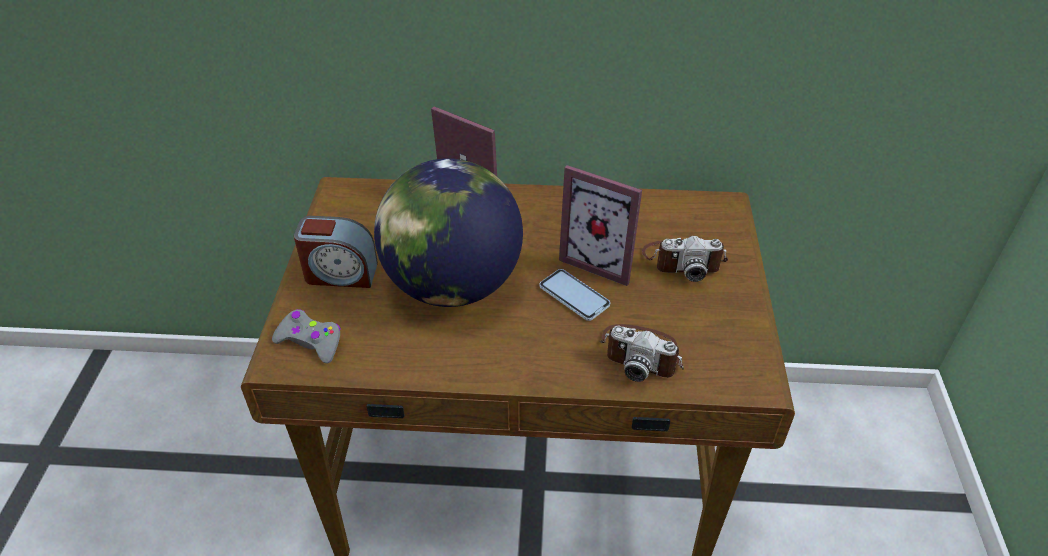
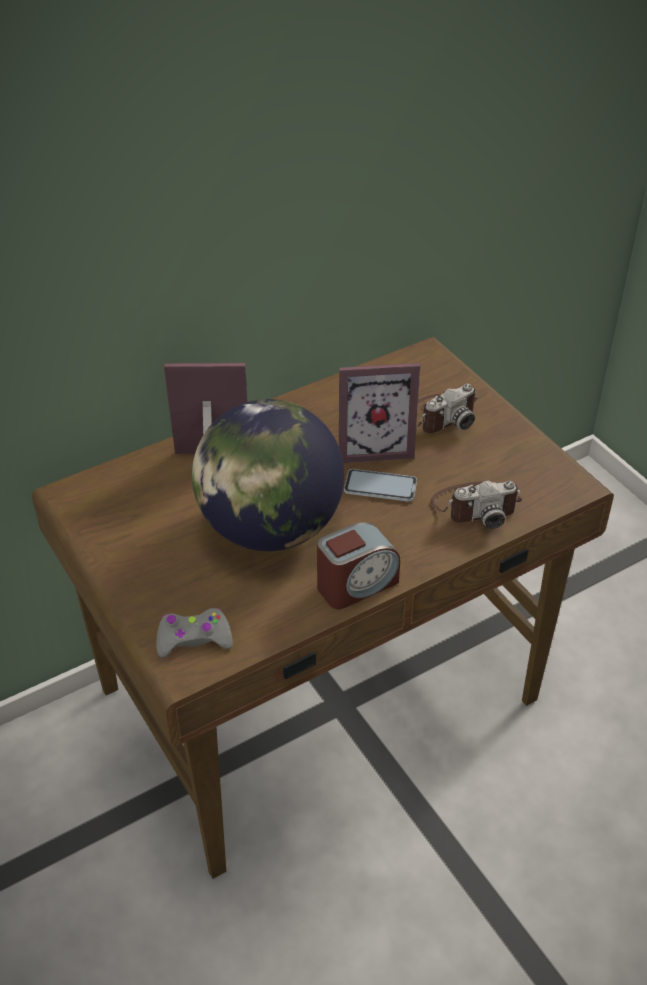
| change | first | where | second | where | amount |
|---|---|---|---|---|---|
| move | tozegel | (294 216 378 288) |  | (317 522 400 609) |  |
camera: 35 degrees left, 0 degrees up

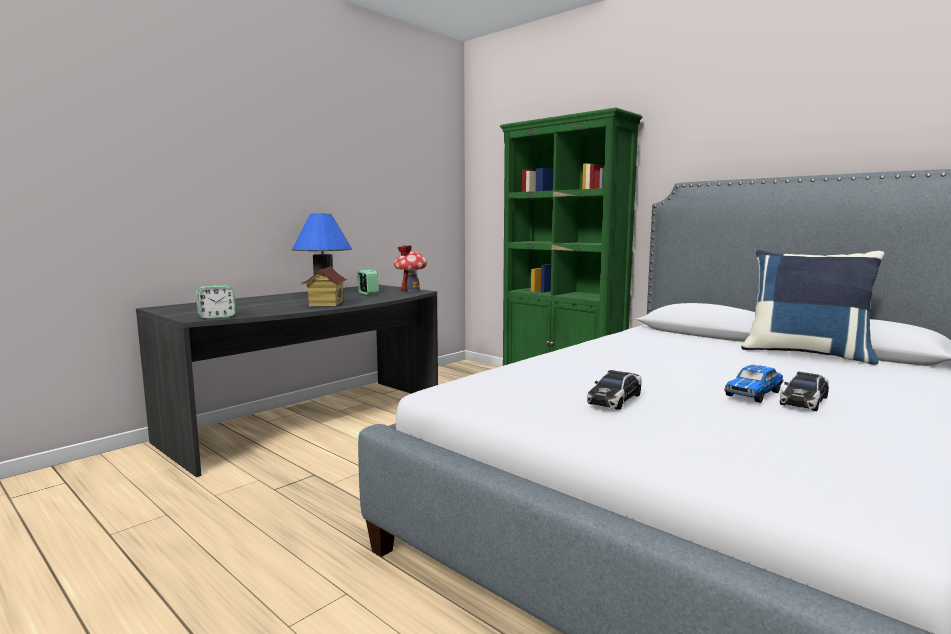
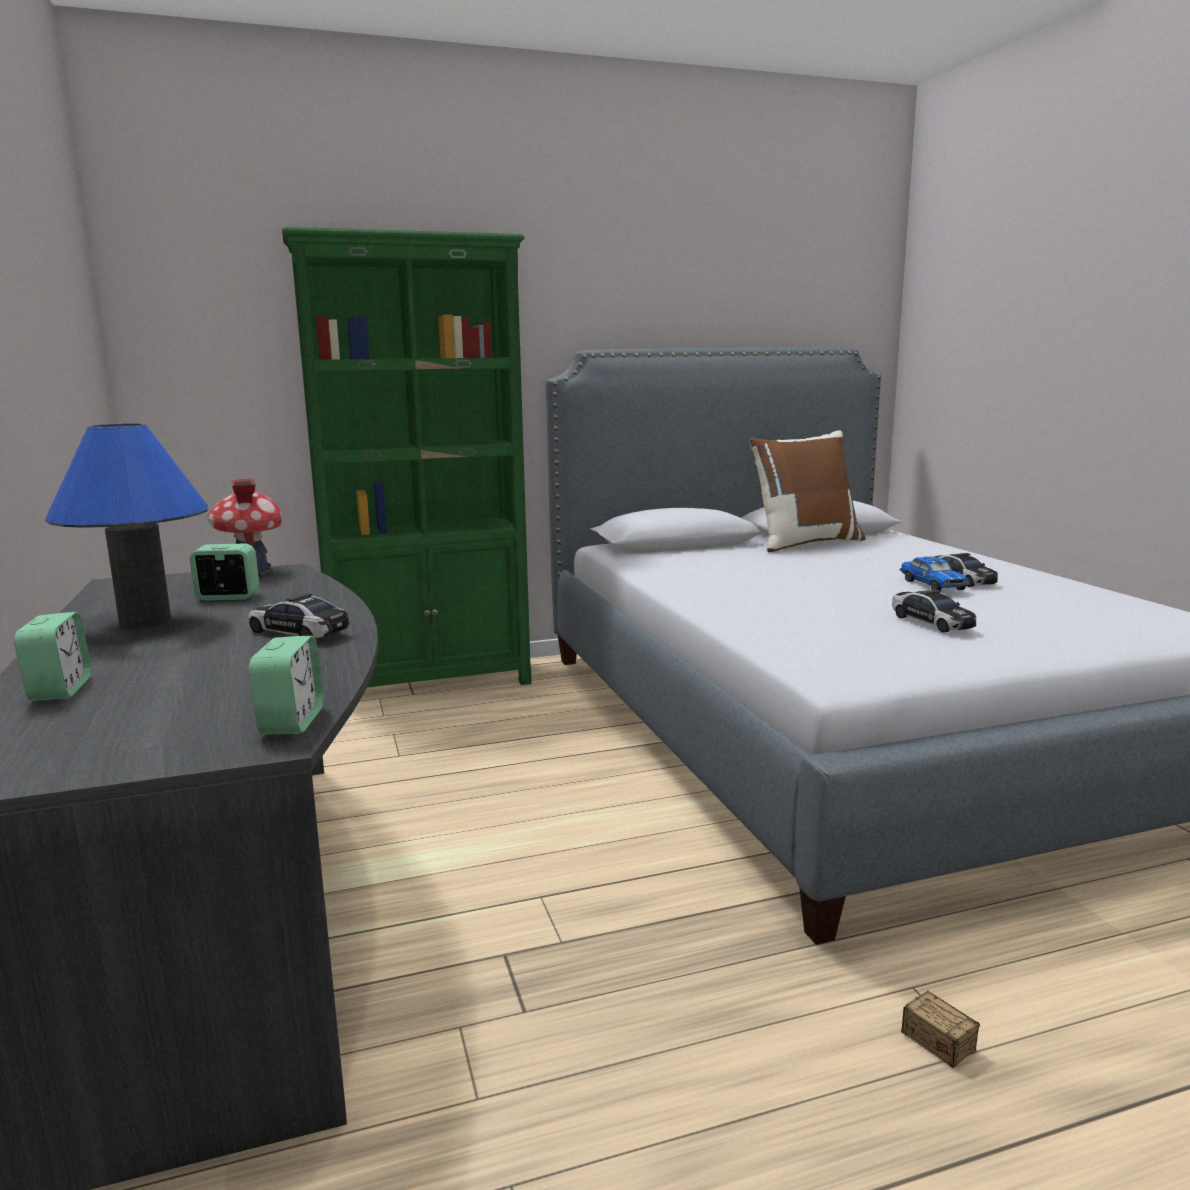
| change | first | where | second | where | amount |
|---|---|---|---|---|---|
| insert |  |  | tozegel | (14 612 91 701) |  |
| replace | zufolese | (299 267 348 306) | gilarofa | (248 593 350 638) |  |
| recolor | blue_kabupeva | (741 250 884 365) | brown_kabupeva | (749 430 866 553) |  |
| insert |  |  | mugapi | (846 902 980 1068) |  |
camera: 60 degrees left, 5 degrees up

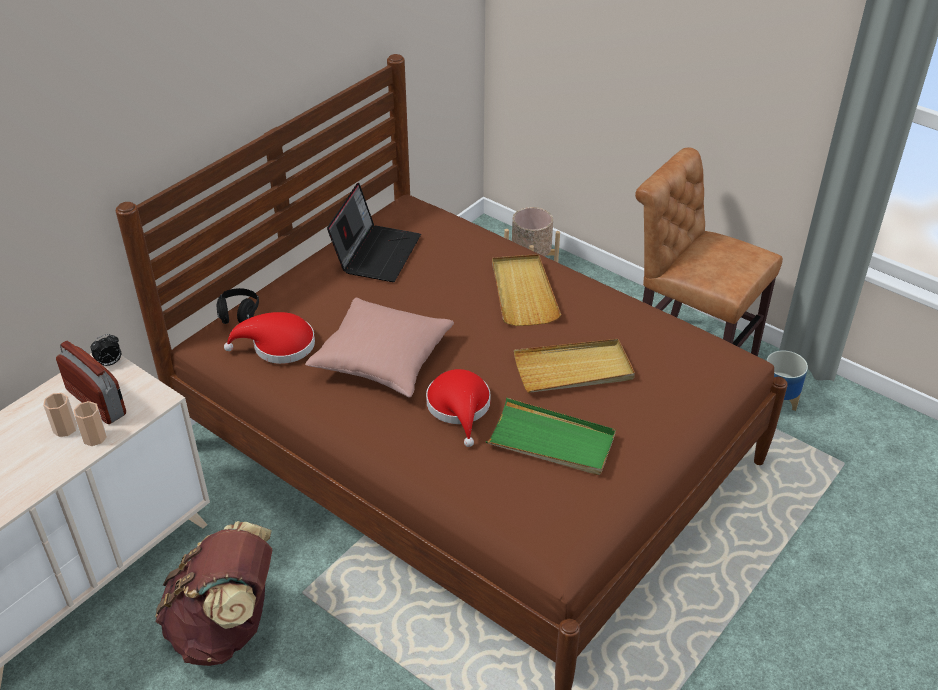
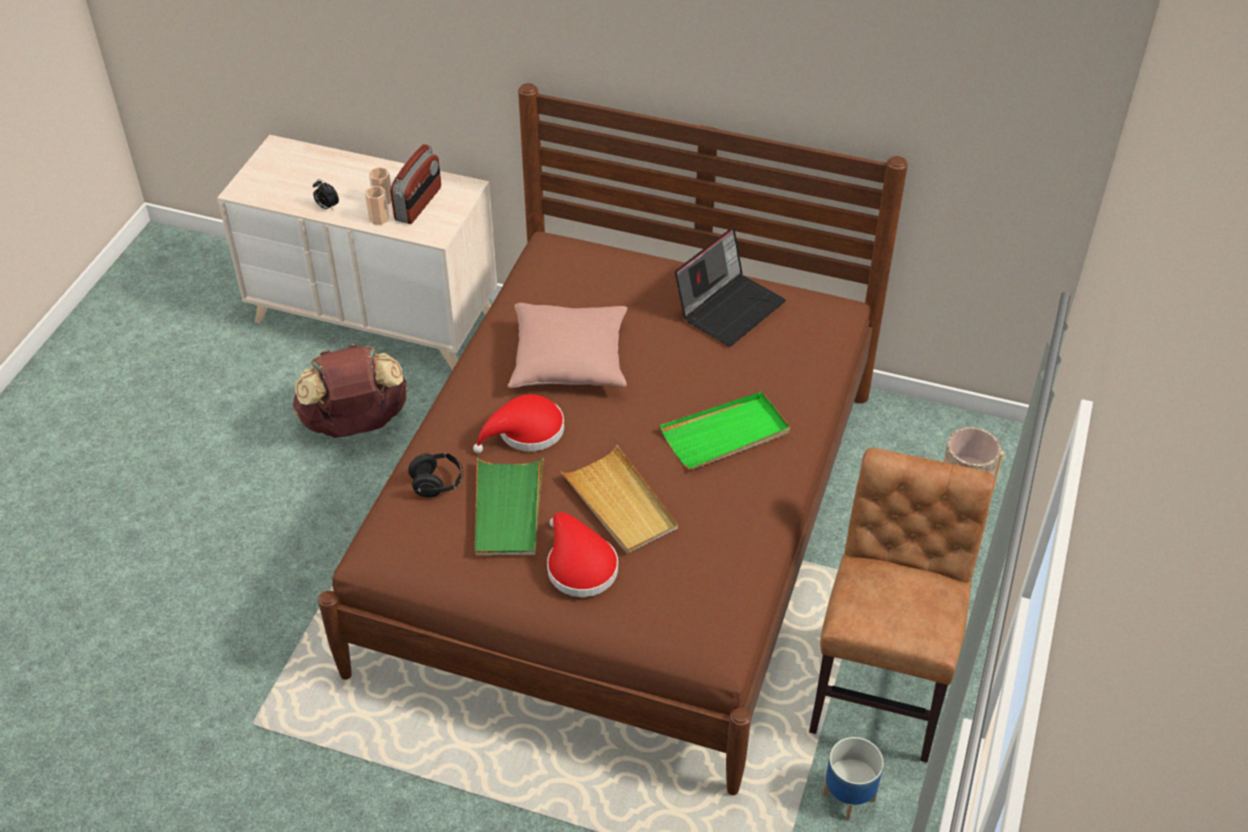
| change | first | where | second | where | amount |
|---|---|---|---|---|---|
| move | tozegel | (91 334 121 366) |  | (313 179 339 210) |  |
| move | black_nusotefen | (217 288 259 324) |  | (408 453 463 497) |  |
| move | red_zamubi | (224 312 315 364) |  | (547 512 618 597) |  |
| recolor | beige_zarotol | (492 254 561 326) | green_zarotol | (660 391 790 470) |  |
| rotate | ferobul | (327 182 421 282) |  | (675 227 786 347) | 45 degrees counterclockwise |
camera: 70 degrees right, 5 degrees up

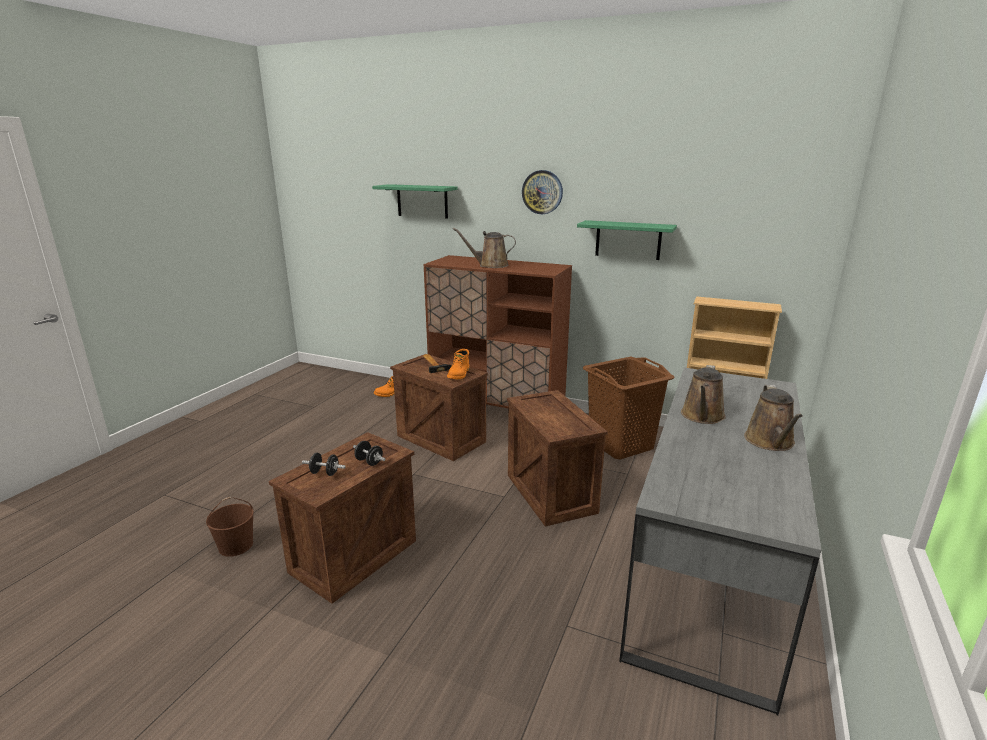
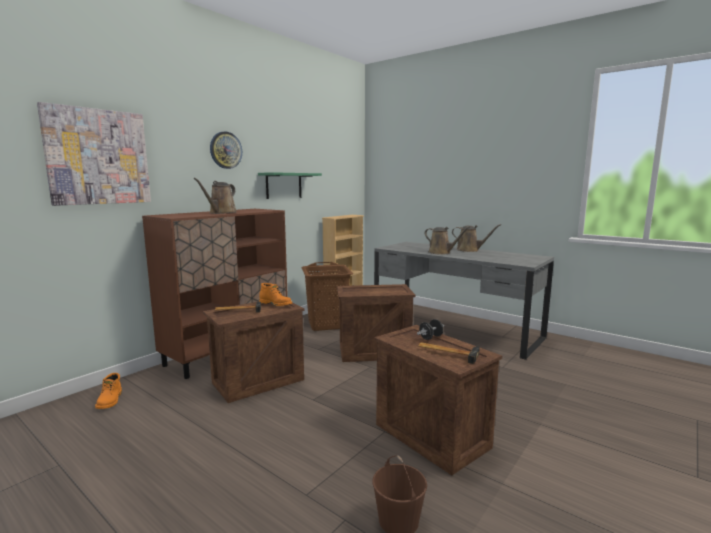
| change | first | where | second | where | amount |
|---|---|---|---|---|---|
| replace | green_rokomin | (372 184 458 219) | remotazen | (37 102 151 206) |  |
| replace | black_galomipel | (302 453 346 476) | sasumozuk | (418 342 479 364) |  |
camera: 75 degrees left, 10 degrees down

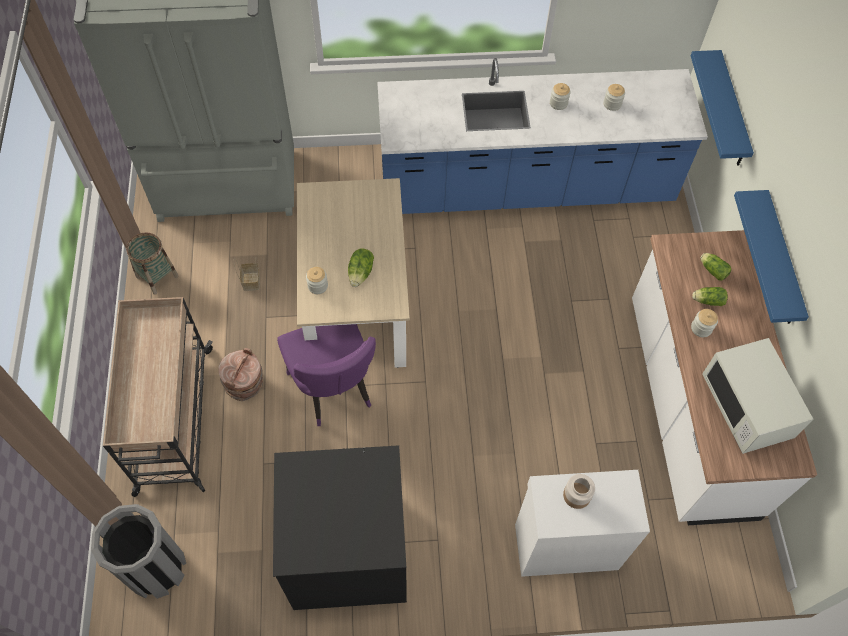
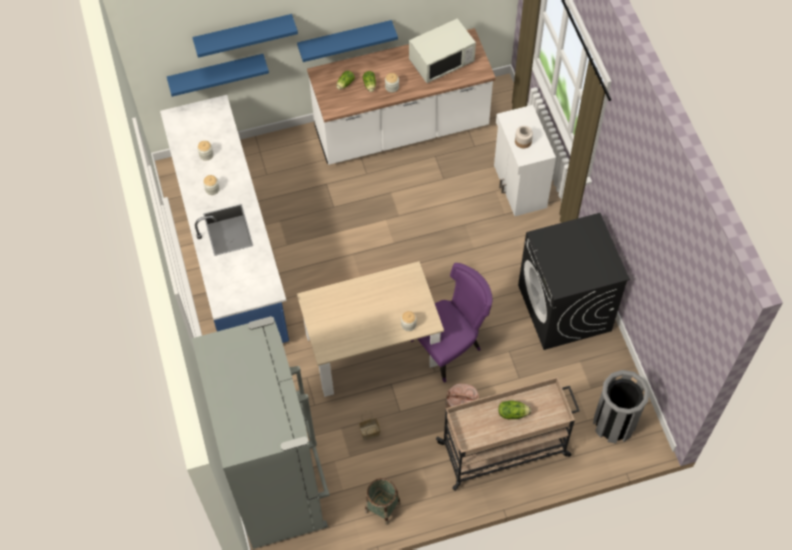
| change | first | where | second | where | amount |
|---|---|---|---|---|---|
| insert |  |  | blue_rokomin | (192 14 298 58) |  |
| move | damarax | (348 248 374 287) |  | (498 400 531 419) |  |
camera: 100 degrees left, 0 degrees up

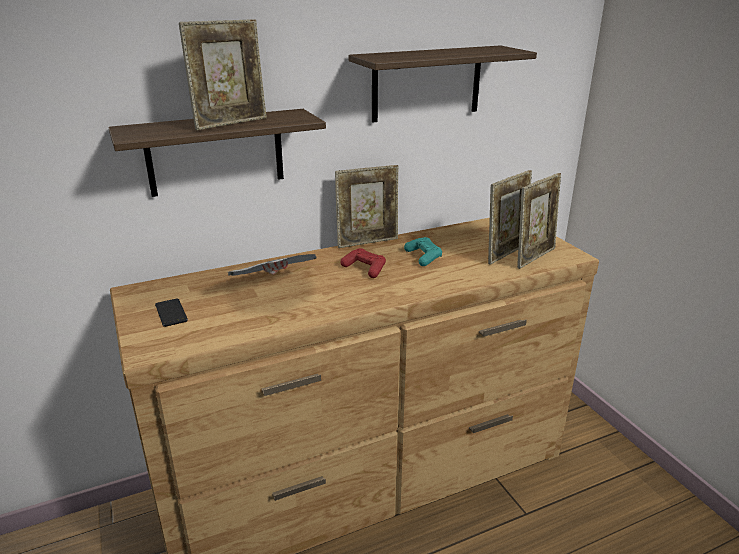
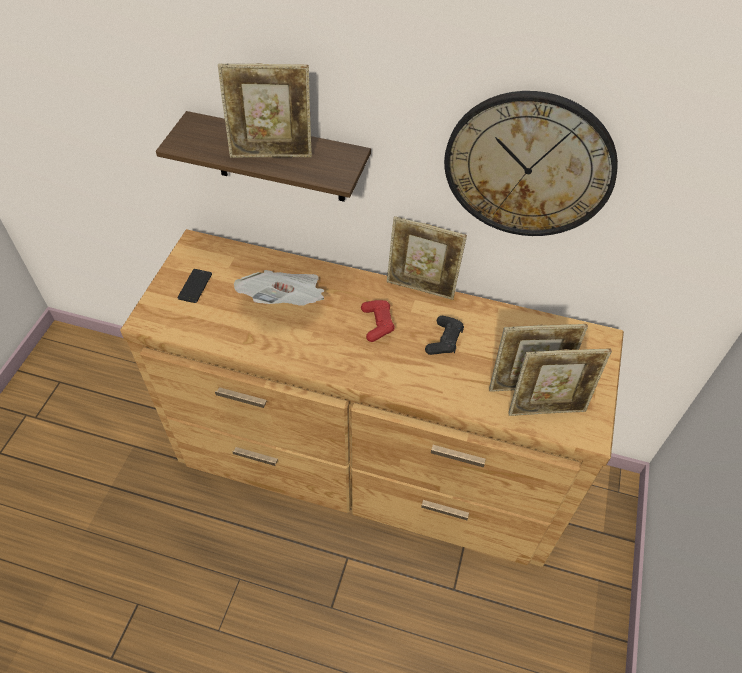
| change | first | where | second | where | amount |
|---|---|---|---|---|---|
| recolor | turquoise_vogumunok | (404 237 442 266) | black_vogumunok | (425 316 464 355) |  |
| replace | rokomin | (349 45 537 122) | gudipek | (444 91 618 236) |  |
camera: 40 degrees right, 25 degrees up

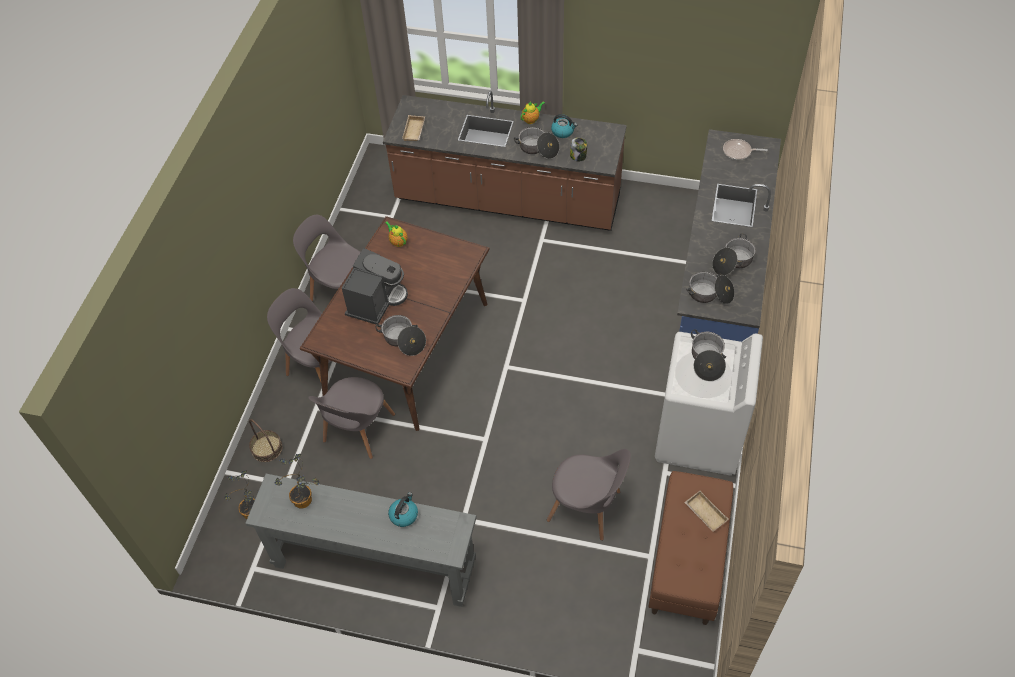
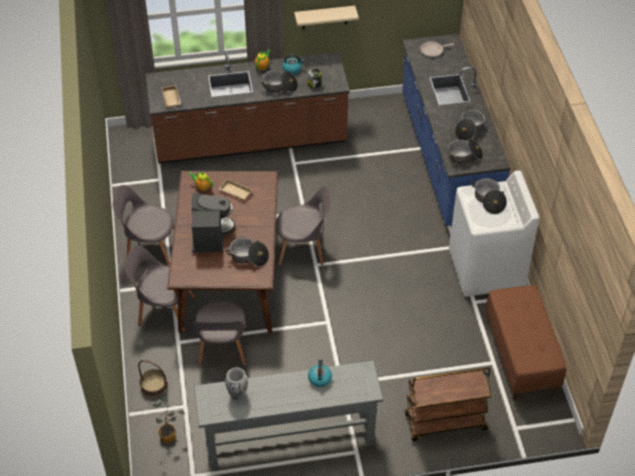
| change | first | where | second | where | amount |
|---|---|---|---|---|---|
| move | beige_zarotol | (684 491 729 531) |  | (219 179 252 201) |  |
| replace | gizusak | (275 454 319 509) | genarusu | (225 367 248 400) |  |
| move | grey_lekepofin | (547 449 631 541) |  | (276 186 331 266) |  |
| insert |  |  | beige_rokomin | (294 6 359 29) |  |
| insert |  |  | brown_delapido | (404 368 492 441) |  |
camera: 25 degrees left, 5 degrees down

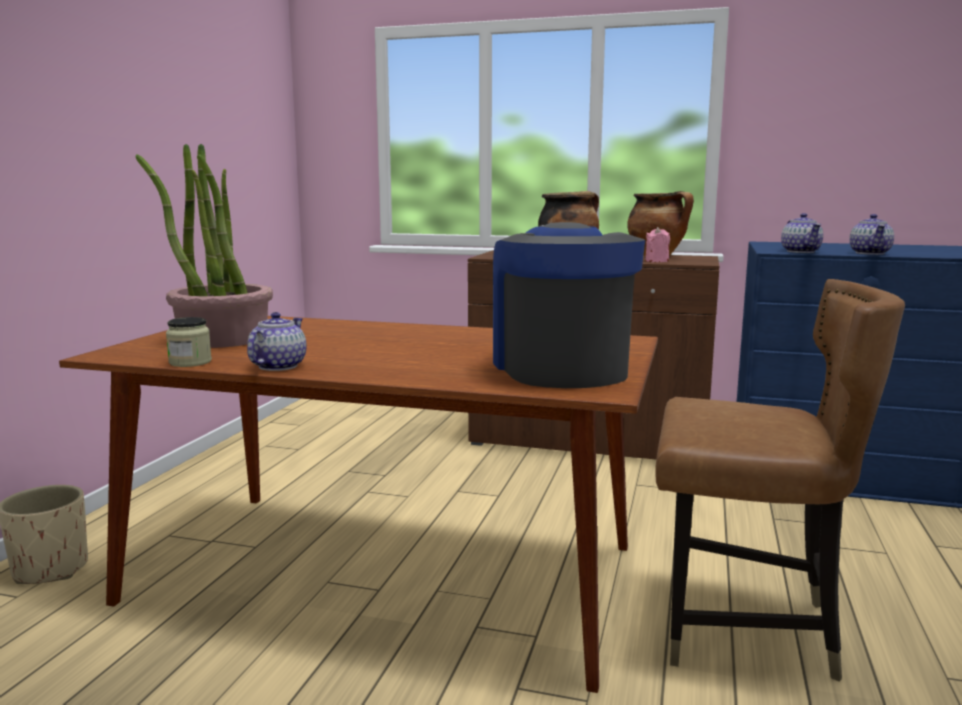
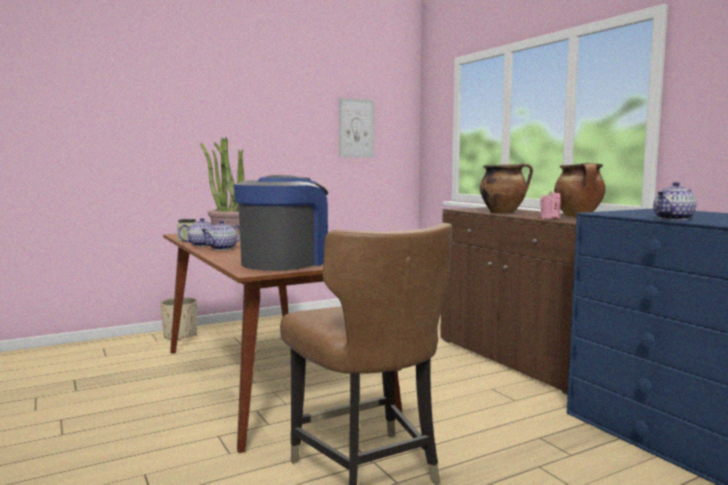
| change | first | where | second | where | amount |
|---|---|---|---|---|---|
| move | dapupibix | (781 213 823 253) |  | (200 220 240 250) |  |
| insert |  |  | remotazen | (339 98 374 158) |  |
camera: 45 degrees right, 5 degrees down

